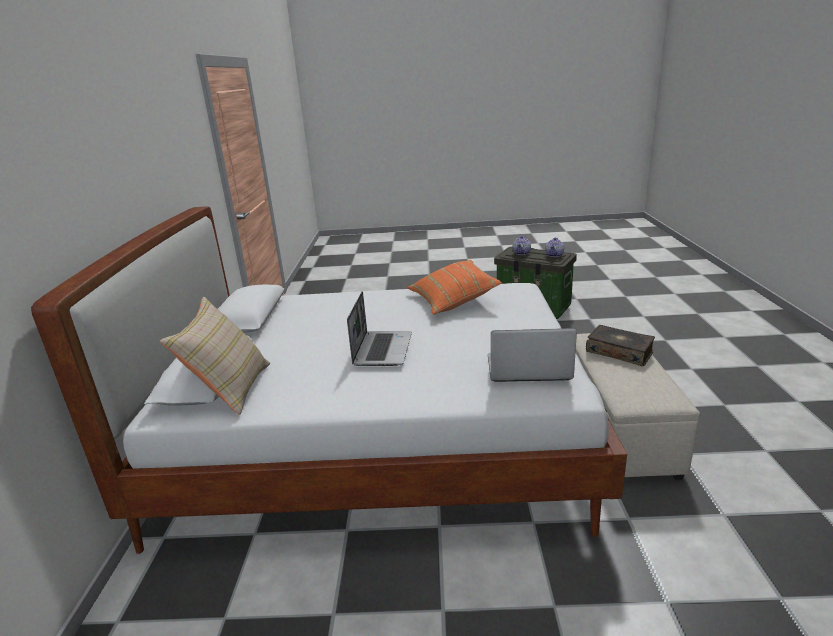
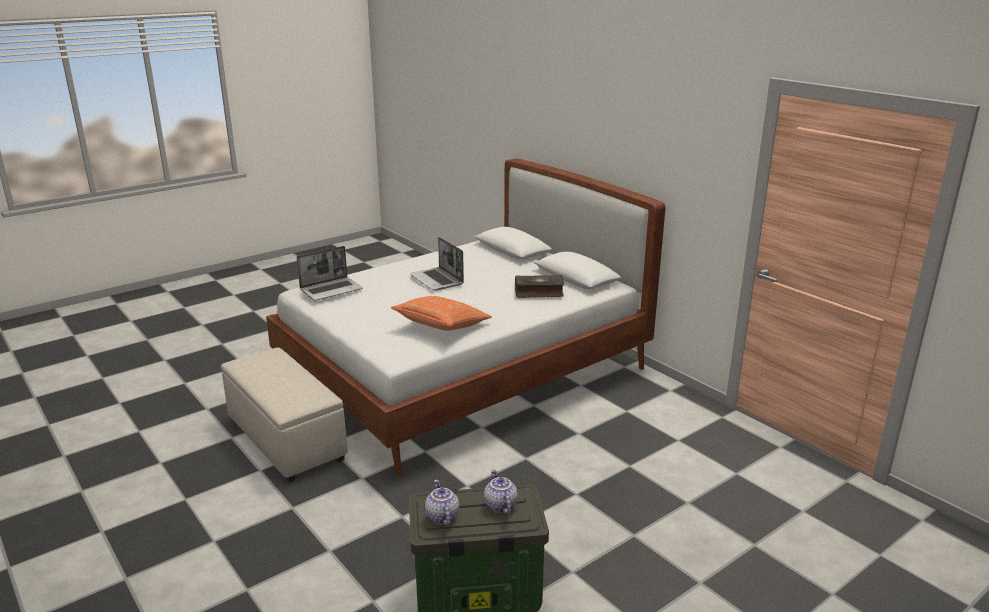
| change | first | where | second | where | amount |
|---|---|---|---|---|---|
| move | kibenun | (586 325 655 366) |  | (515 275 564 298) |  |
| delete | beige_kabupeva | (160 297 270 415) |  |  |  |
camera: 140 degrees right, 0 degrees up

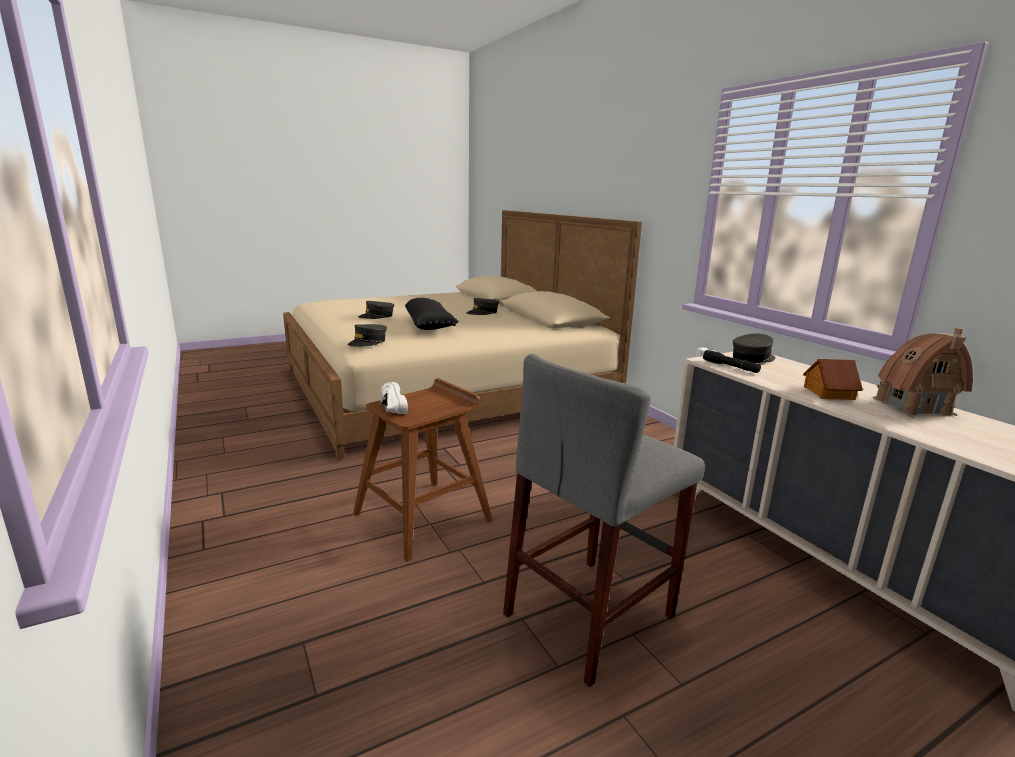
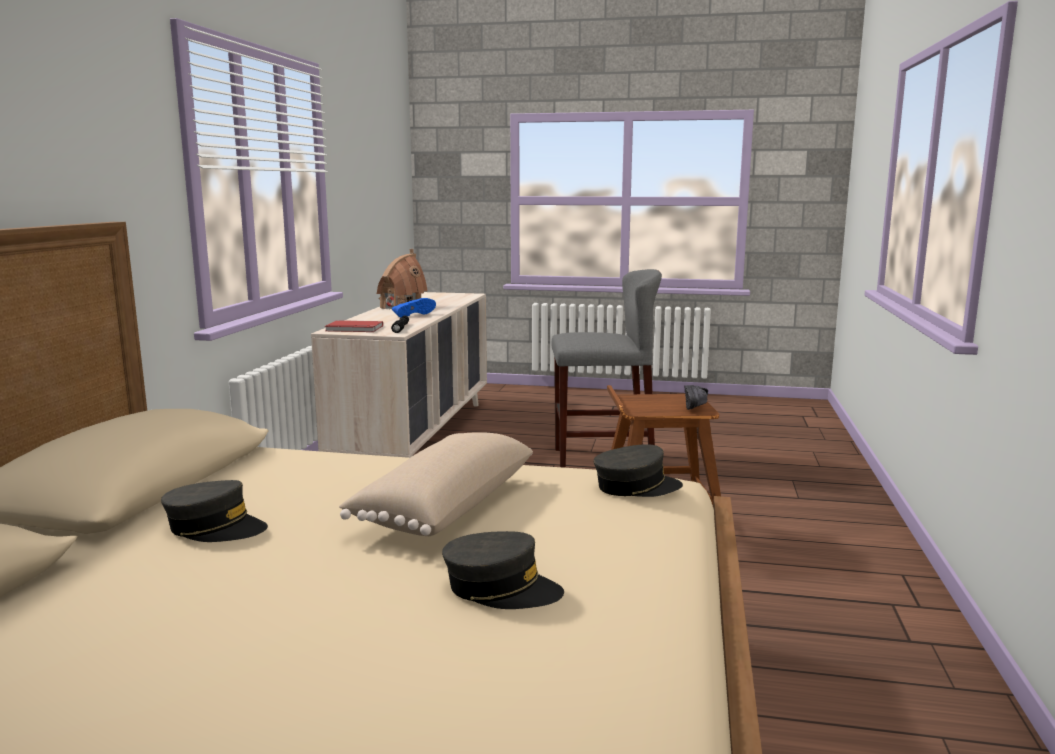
| change | first | where | second | where | amount |
|---|---|---|---|---|---|
| replace | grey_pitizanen | (733 334 775 363) | red_kibenun | (325 320 383 332) |  |
| recolor | black_kabupeva | (405 298 459 330) | beige_kabupeva | (339 432 533 536) |  |
| replace | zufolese | (803 359 863 400) | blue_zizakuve | (392 298 436 317) |  |
| recolor | white_zizakuve | (380 382 408 414) | black_zizakuve | (685 385 708 410) |  |
camera: 140 degrees left, 5 degrees down

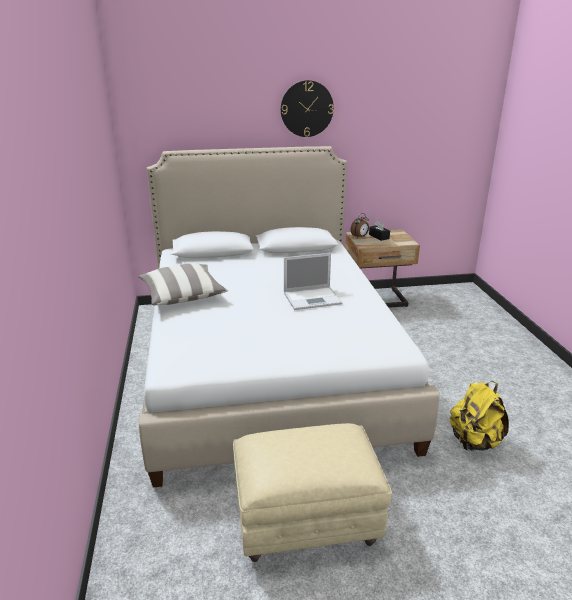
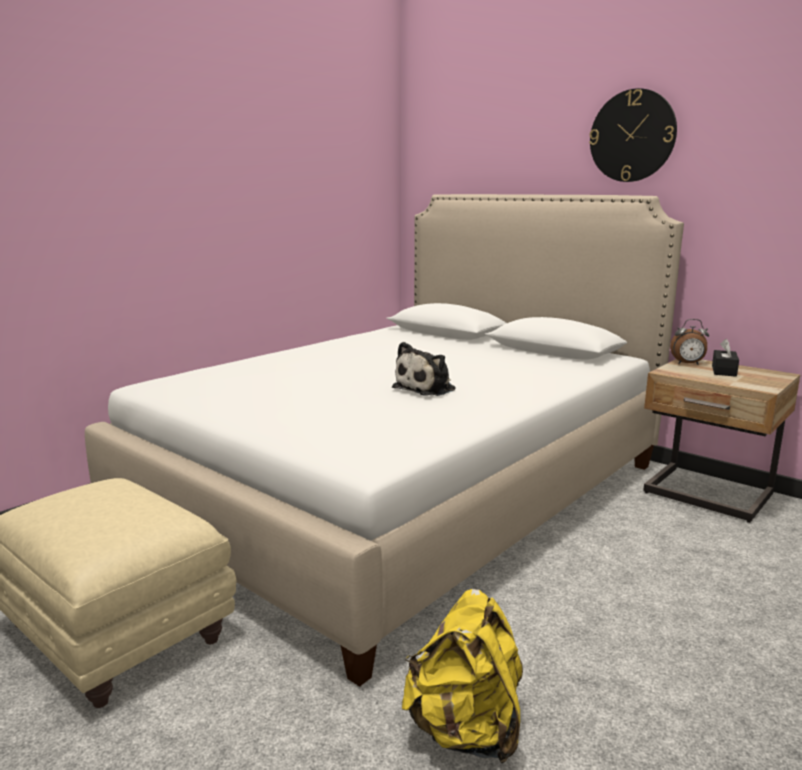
| change | first | where | second | where | amount |
|---|---|---|---|---|---|
| replace | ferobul | (284 253 343 310) | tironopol | (392 342 456 396) |  |
| delete | kabupeva | (138 263 228 305) |  |  |  |
camera: 50 degrees right, 10 degrees down

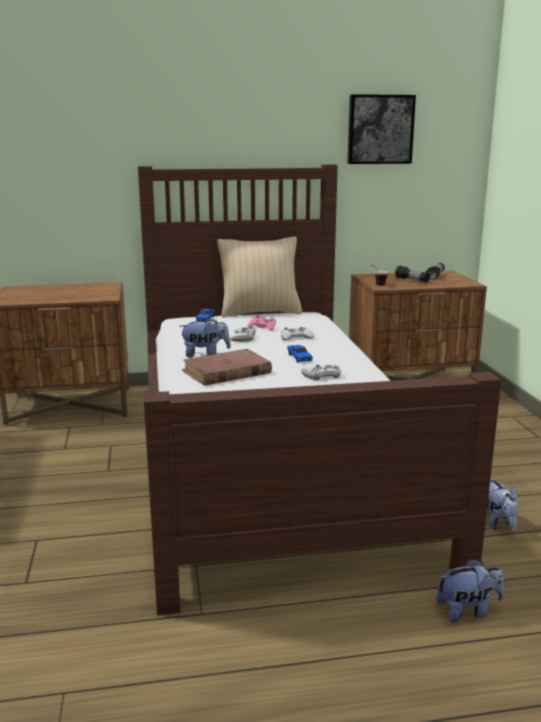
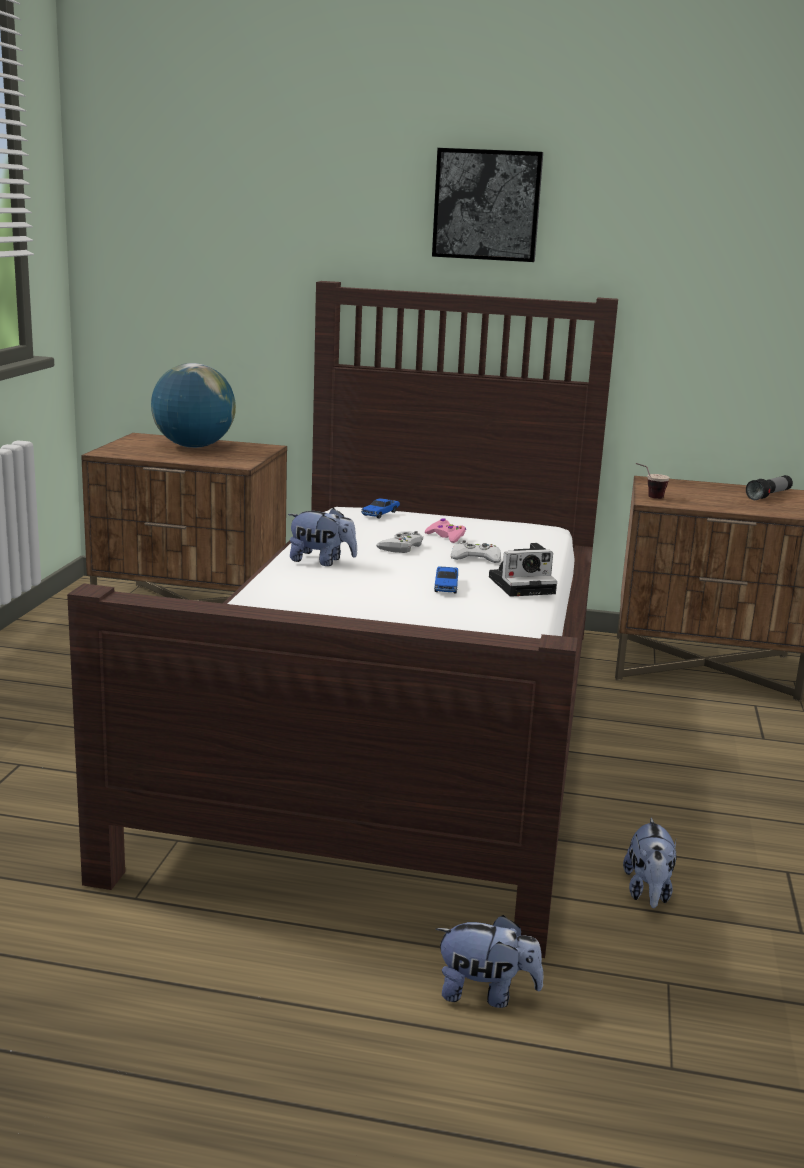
| change | first | where | second | where | amount |
|---|---|---|---|---|---|
| insert |  |  | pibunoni | (151 363 236 448) |  |
| move | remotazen | (347 94 416 164) |  | (432 148 543 262) |  |
| insert |  |  | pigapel | (489 543 557 597) |  |
| delete | brown_kibenun | (182 349 272 386) |  |  |  |
| delete | beige_kabupeva | (217 237 302 318) |  |  |  |
| delete | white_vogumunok | (301 365 341 380) |  |  |  |
| delete | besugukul | (395 266 430 282) |  |  |  |
camera: 20 degrees right, 0 degrees up

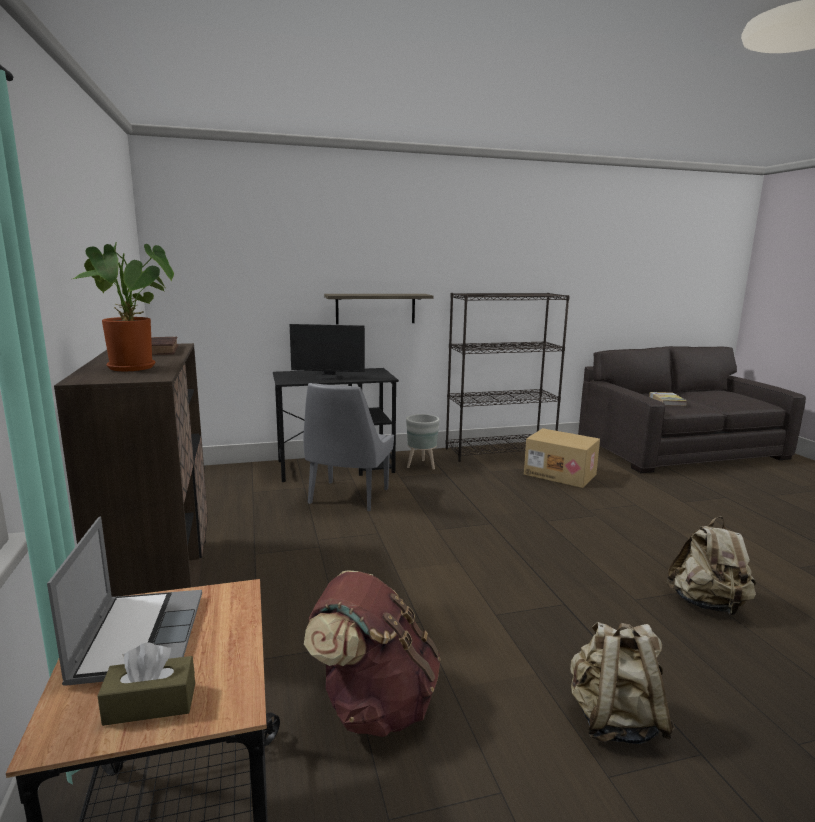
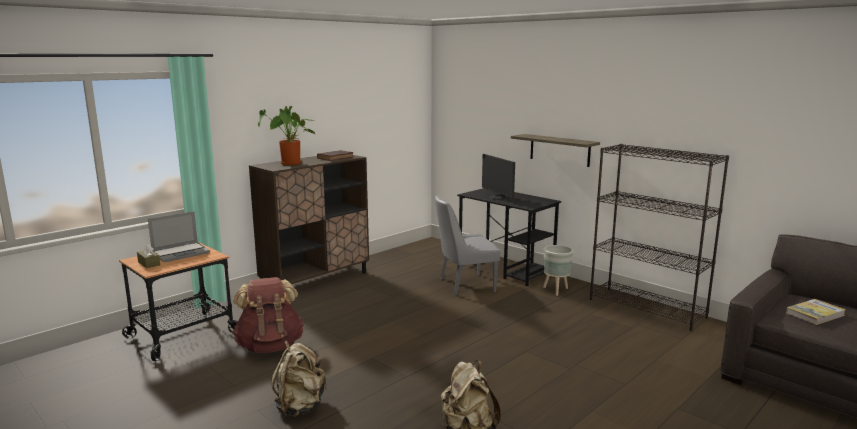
| change | first | where | second | where | amount |
|---|---|---|---|---|---|
| delete | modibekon | (524 428 600 488) |  |  |  |
camera: 60 degrees right, 0 degrees up

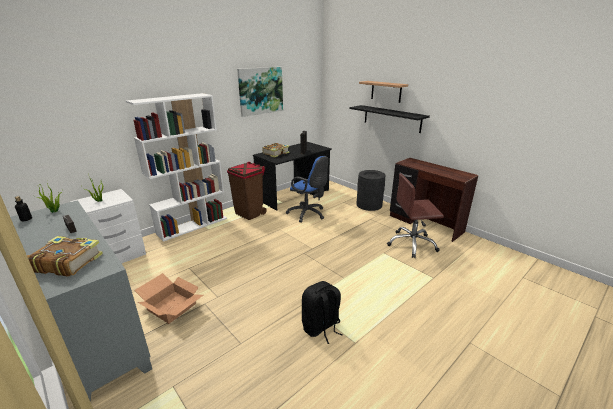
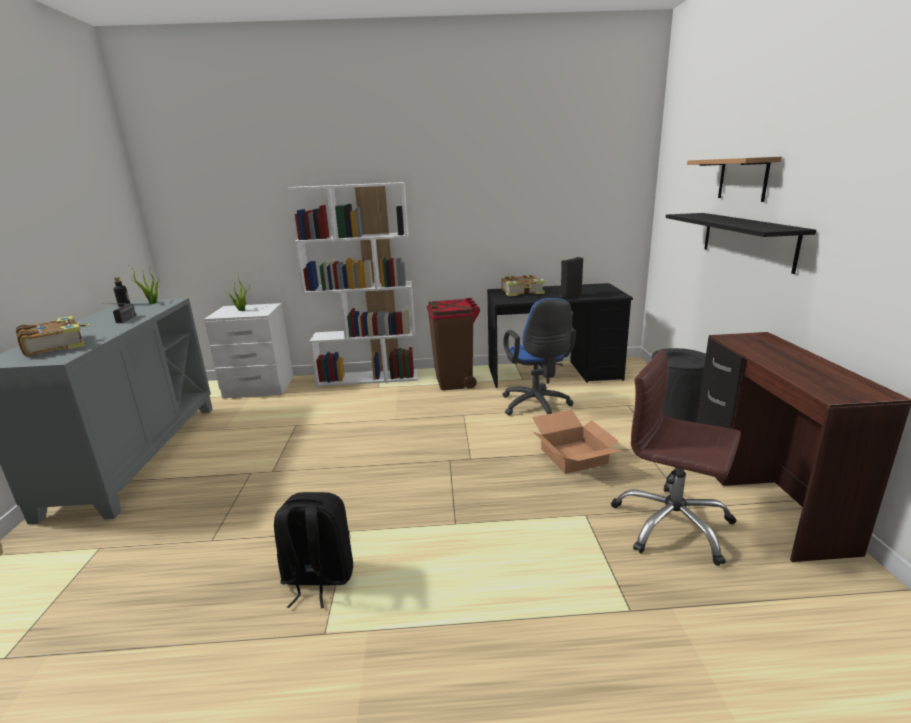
| change | first | where | second | where | amount |
|---|---|---|---|---|---|
| move | modibekon | (134 273 203 324) |  | (532 410 624 474) |  |
| delete | remotazen | (237 67 283 117) |  |  |  |
camera: 40 degrees right, 5 degrees down

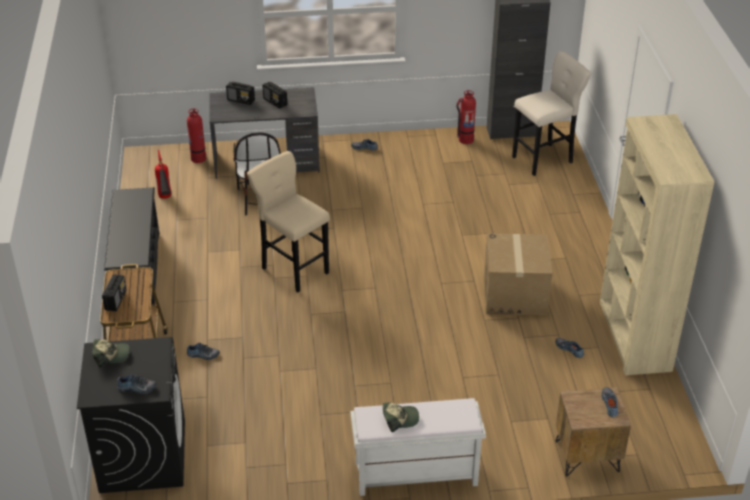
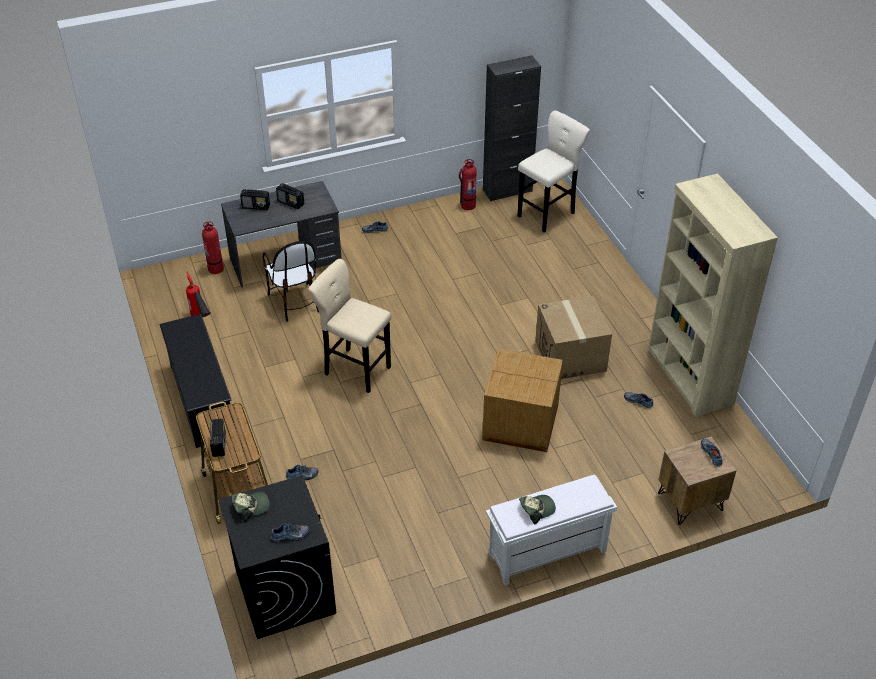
| change | first | where | second | where | amount |
|---|---|---|---|---|---|
| insert |  |  | modibekon | (482 349 563 452) |  |
camera: 15 degrees left, 5 degrees up

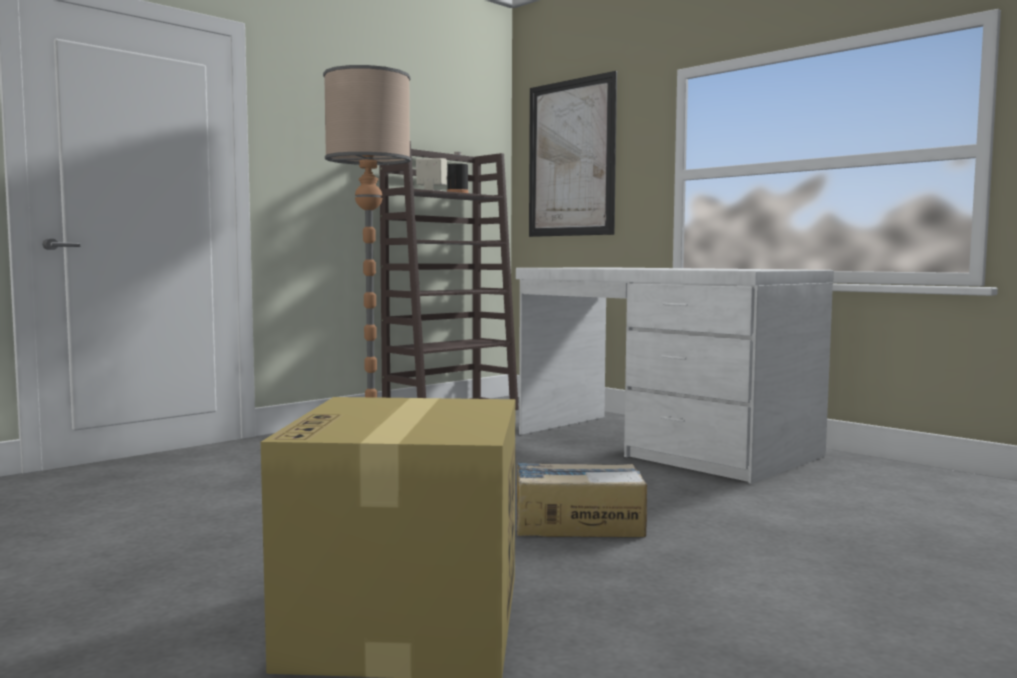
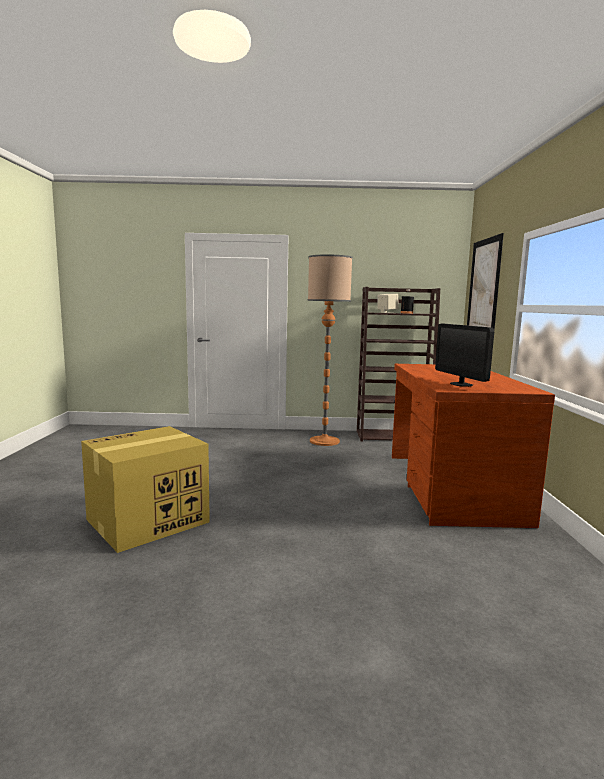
| change | first | where | second | where | amount |
|---|---|---|---|---|---|
| recolor | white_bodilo | (516 267 834 484) | brown_bodilo | (392 364 555 528) |  |
| insert |  |  | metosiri | (435 324 494 387) |  |
| delete | modibekon | (517 461 647 537) |  |  |  |
camera: 45 degrees right, 5 degrees up

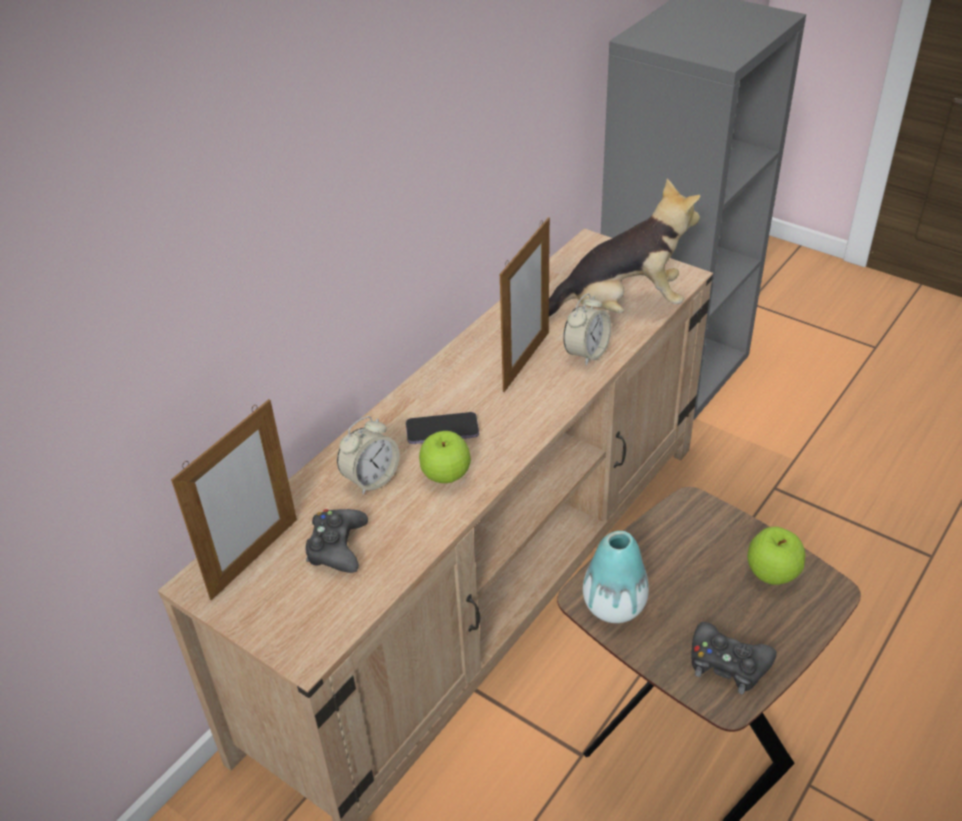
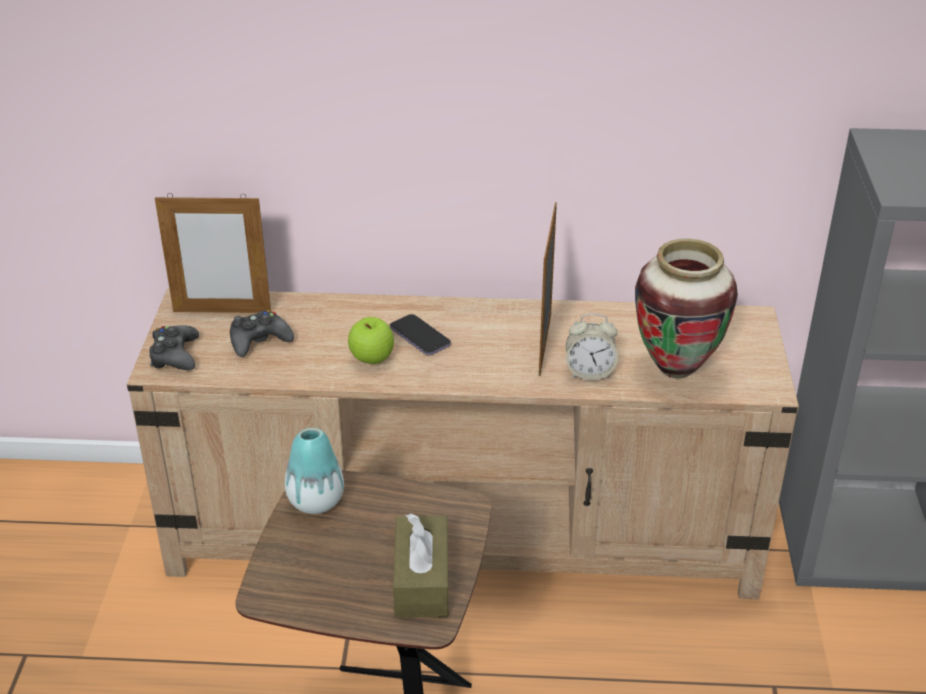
| change | first | where | second | where | amount |
|---|---|---|---|---|---|
| move | black_vogumunok | (692 622 777 694) |  | (149 325 199 370) |  |
| replace | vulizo | (747 526 805 585) | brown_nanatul | (393 513 448 618) |  |
| rotate | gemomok | (500 217 550 392) |  | (539 202 557 376) | 105 degrees clockwise |
| replace | tironopol | (549 179 700 316) | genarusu | (635 239 738 379) |  |
| delete | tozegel | (337 416 400 495) |  |  |  |
camera: 55 degrees right, 5 degrees down

